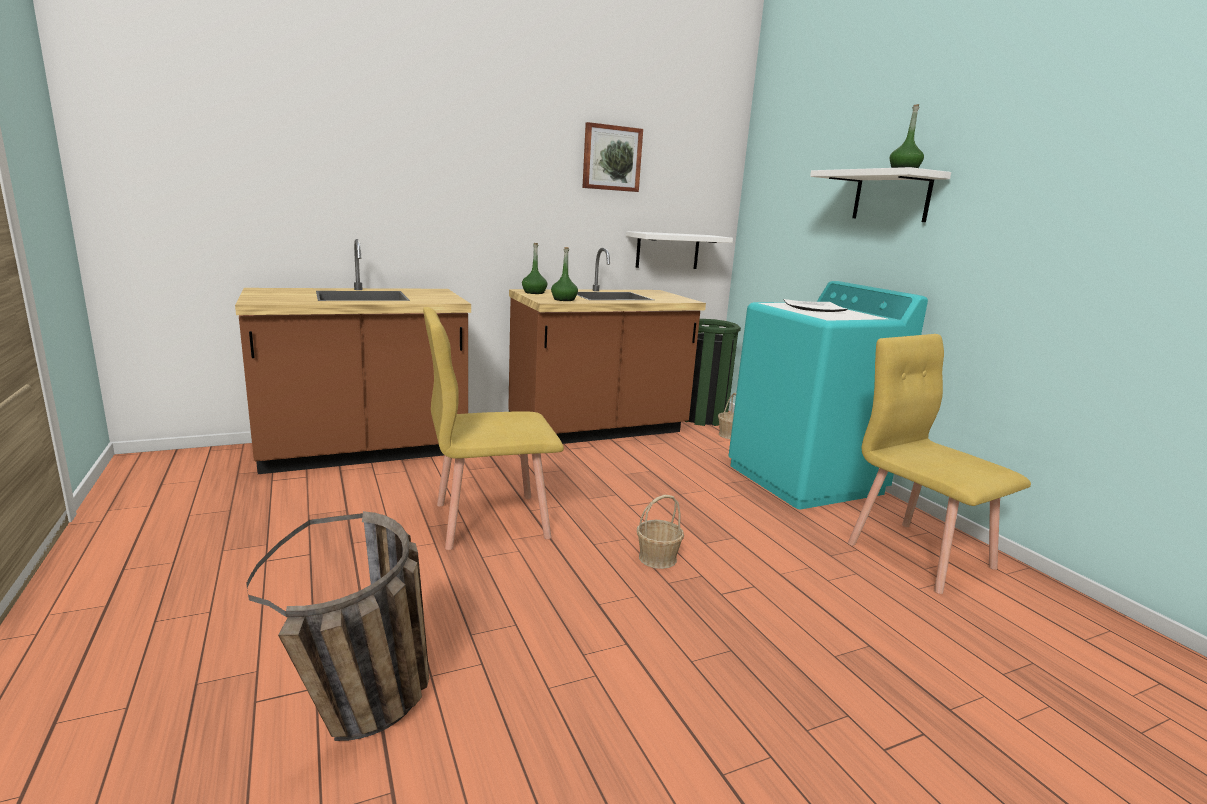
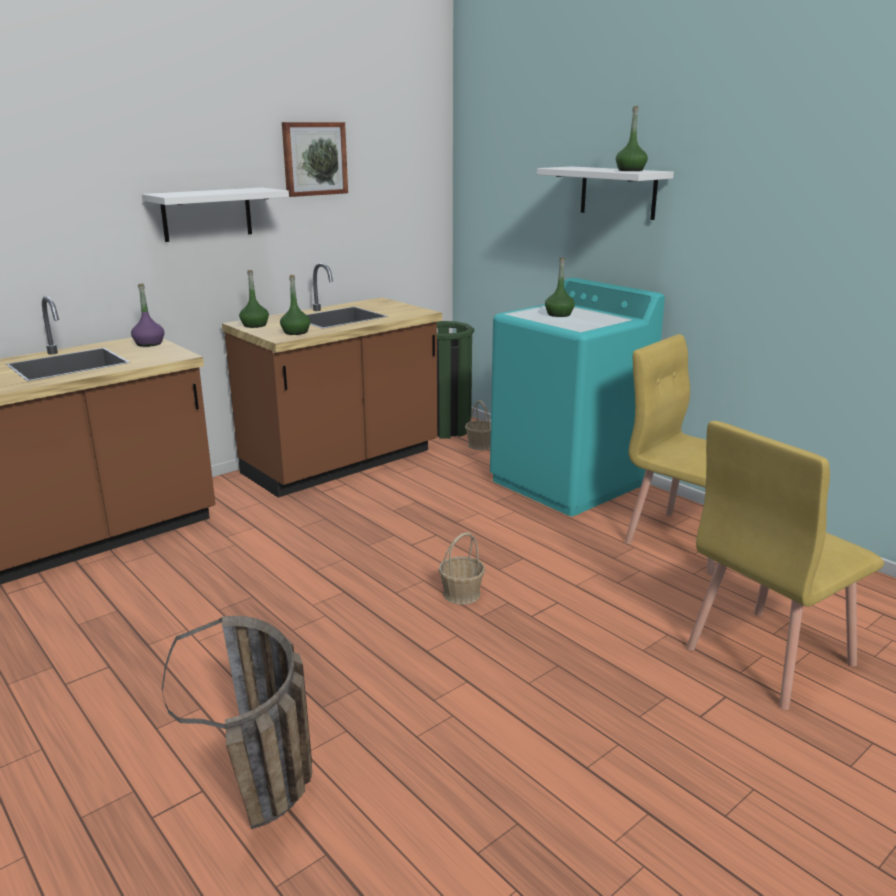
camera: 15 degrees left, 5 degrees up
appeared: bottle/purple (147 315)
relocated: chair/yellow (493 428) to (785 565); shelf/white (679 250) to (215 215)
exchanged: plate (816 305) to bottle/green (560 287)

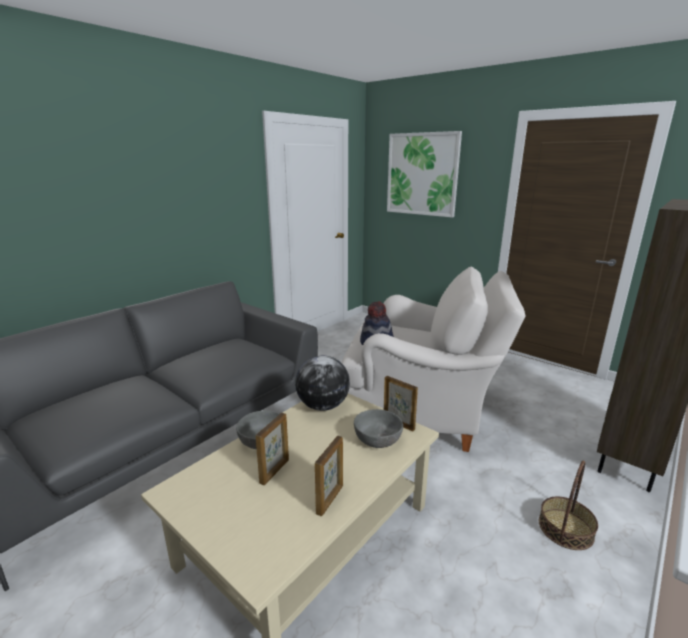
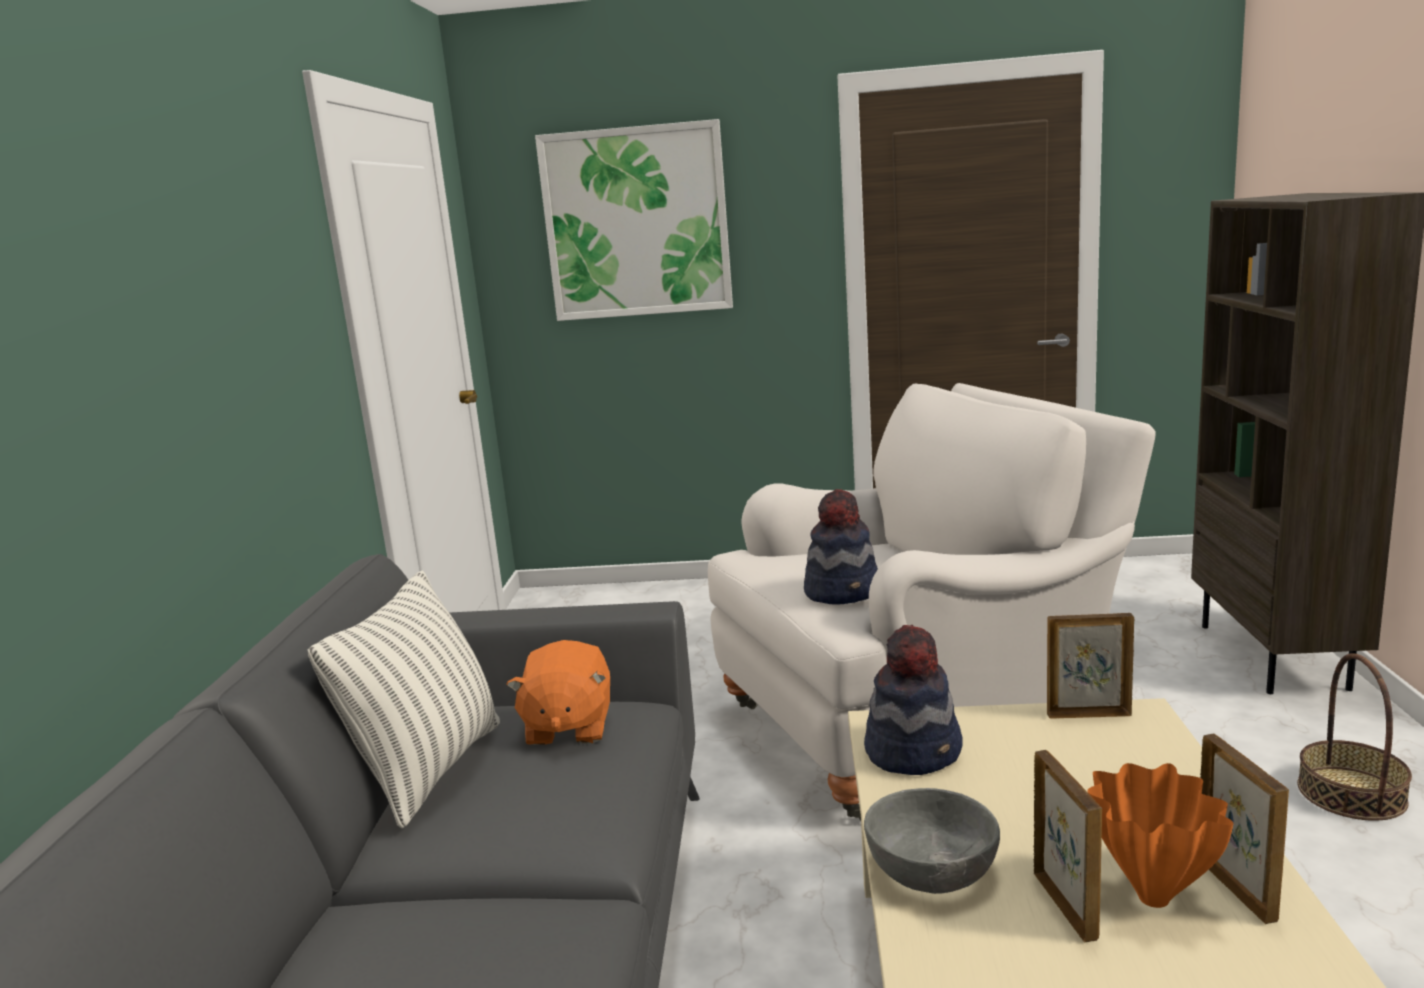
camera: 35 degrees left, 5 degrees down
missing: bowl/grey (378 428)
appeared: pillow (403 699); plush toy/orange (558 692); vase/orange (1160 835)
exchanged: globe (322 383) to hat (913 700)

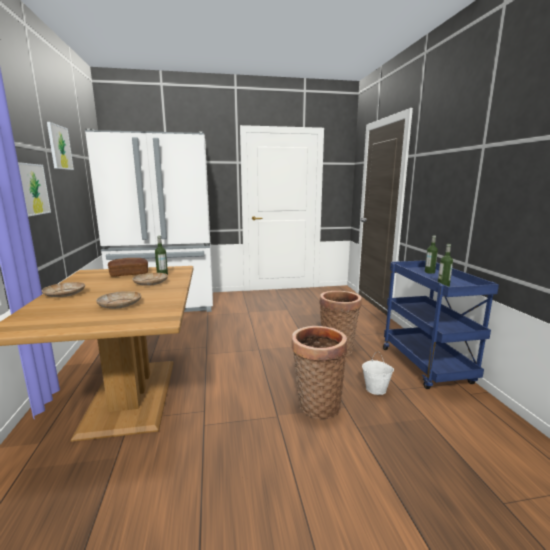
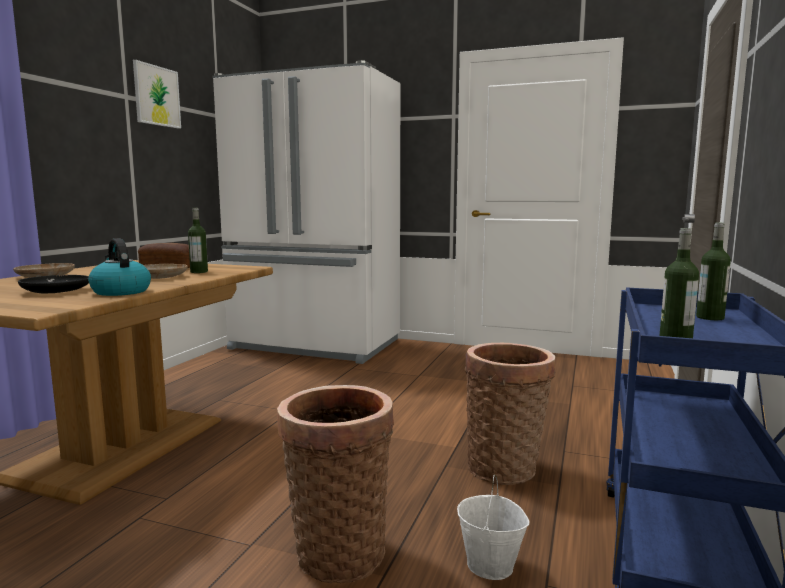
camera: 30 degrees right, 5 degrees down
missing: picture (34 189)
appeared: kettle (119 267)
colour: plate/beige (118 300) to plate/black (53 284)

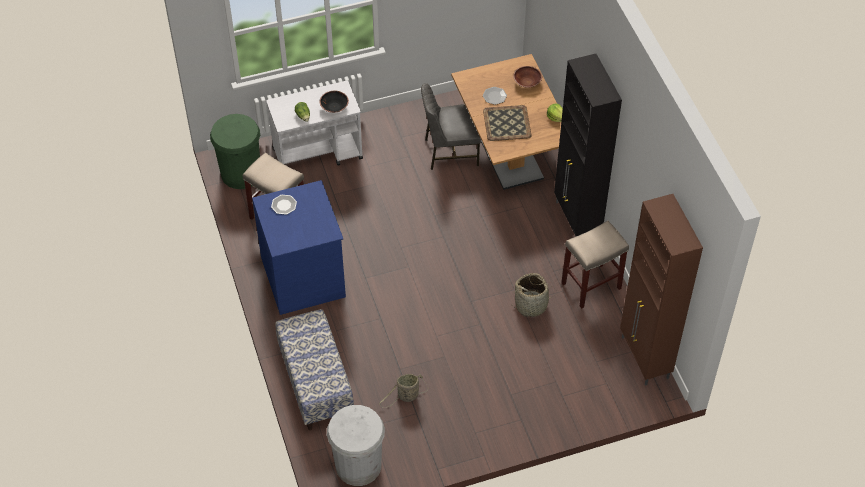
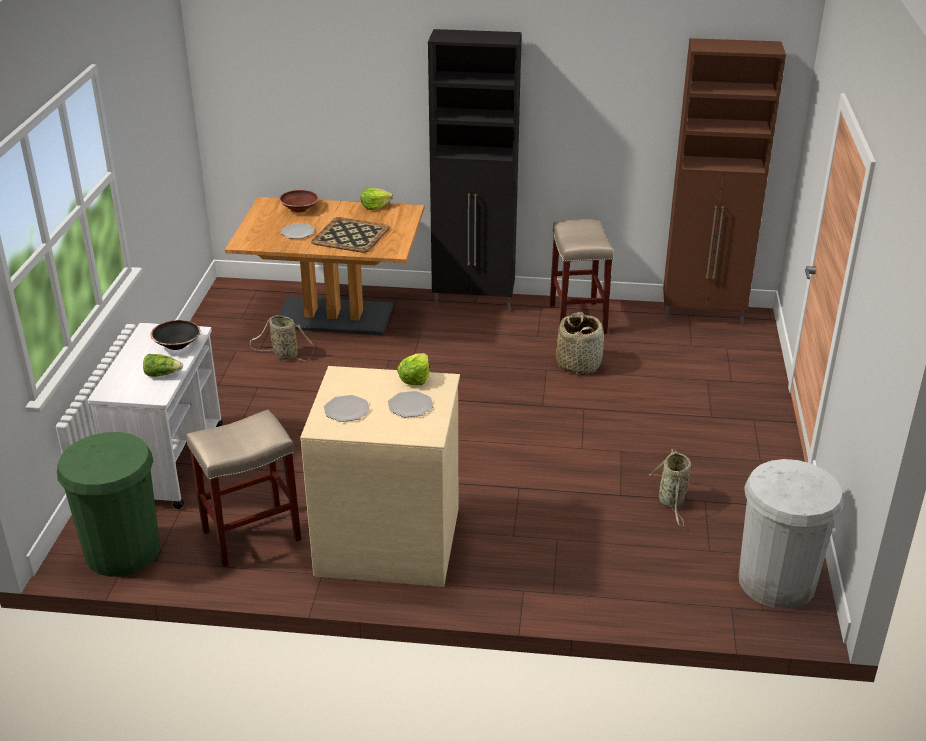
camera: 65 degrees left, 20 degrees down
missing: bench (314 369)
appeared: plate (410 404); lettuce (413 369)
exchanged: chair/grey (451 126) to basket (282 338)
colour: dresser/blue (299 247) to dresser/beige (380 476)

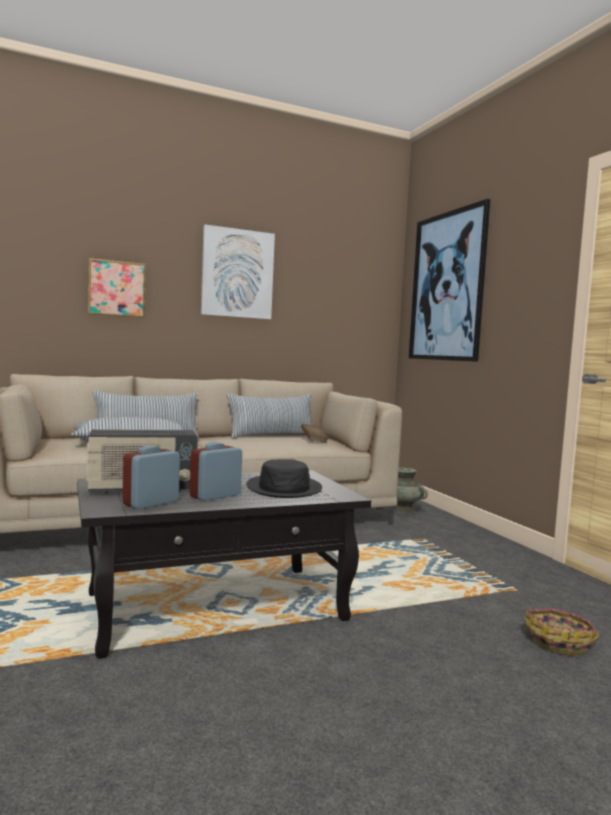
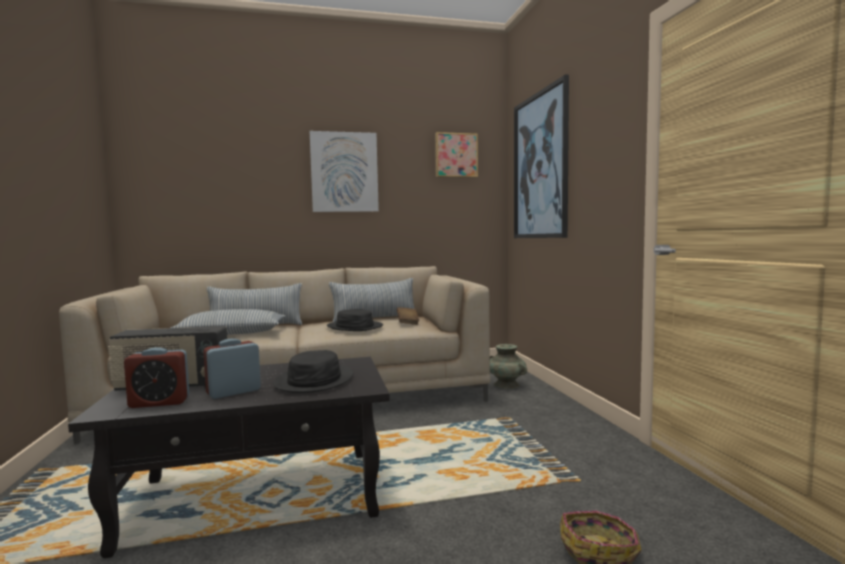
camera: 10 degrees right, 0 degrees up
appeared: hat/black (355 320)
relocated: picture (117 288) to (456 155)
spun: alarm clock (151 477) = (156 377) 150 degrees counterclockwise

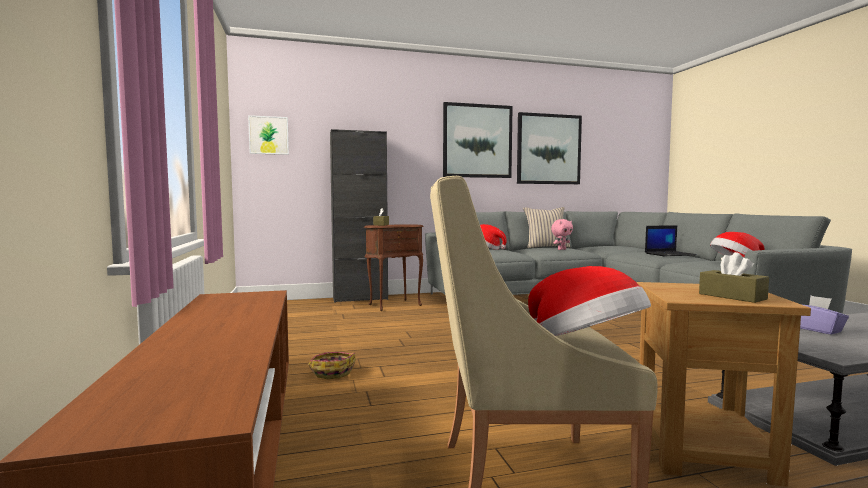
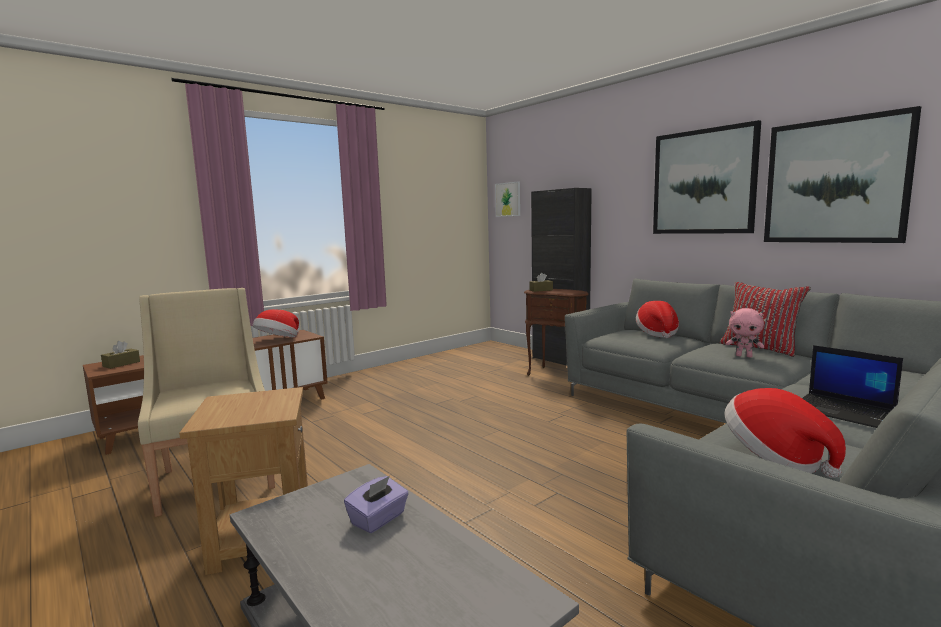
camera: 65 degrees right, 5 degrees up
missing: basket (331 365)
relocated: hat (589 301) to (275 323); tissue box/brown (734 277) to (120 355)
colour: pillow/beige (546 227) to pillow/red (765 319)

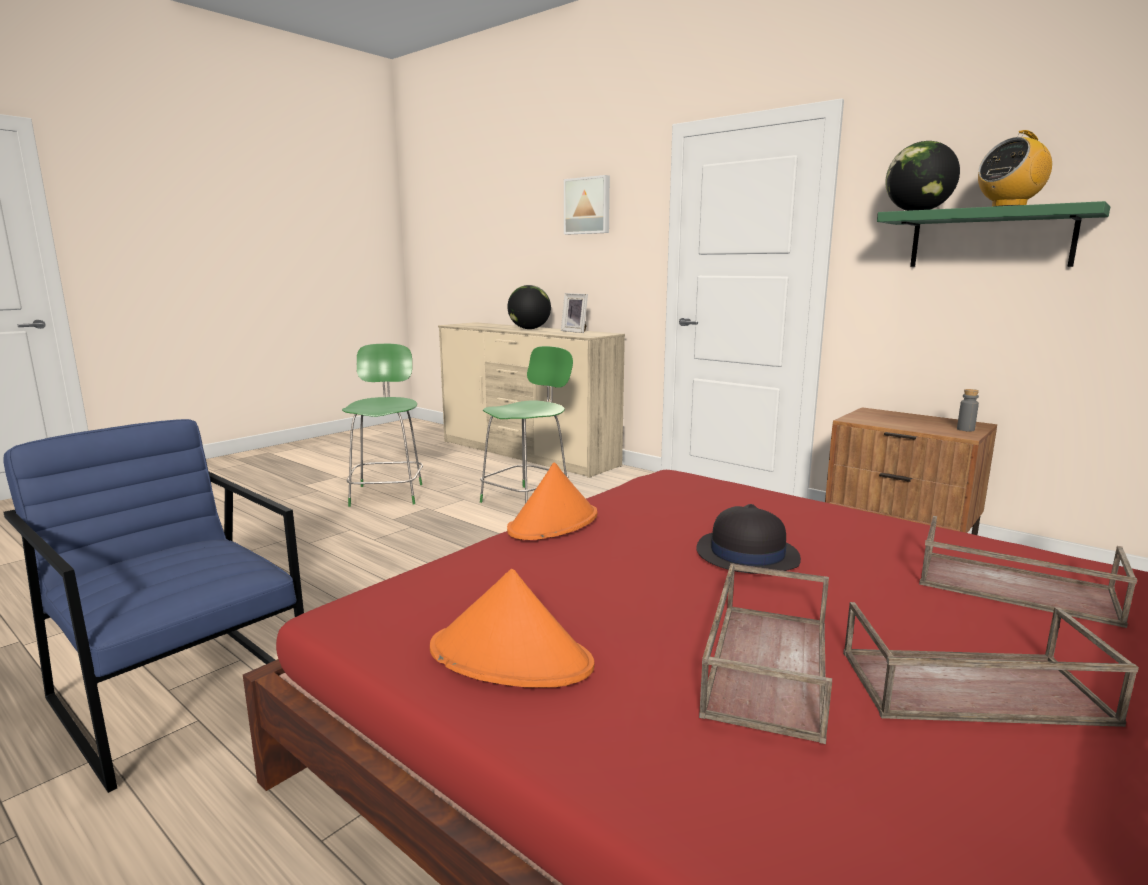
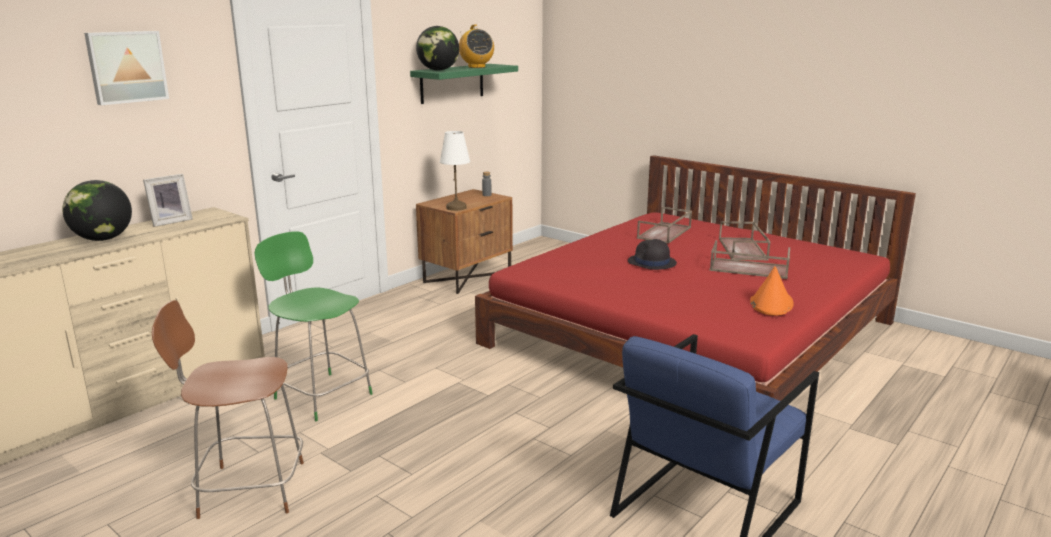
camera: 90 degrees left, 5 degrees up
missing: hat/orange (552 501)
appeared: table lamp/white (455 171)
colour: chair/green (382 425) to chair/brown (228 409)

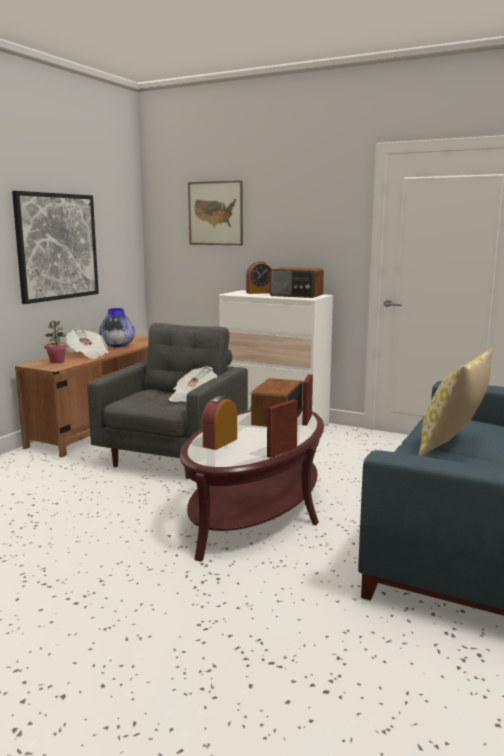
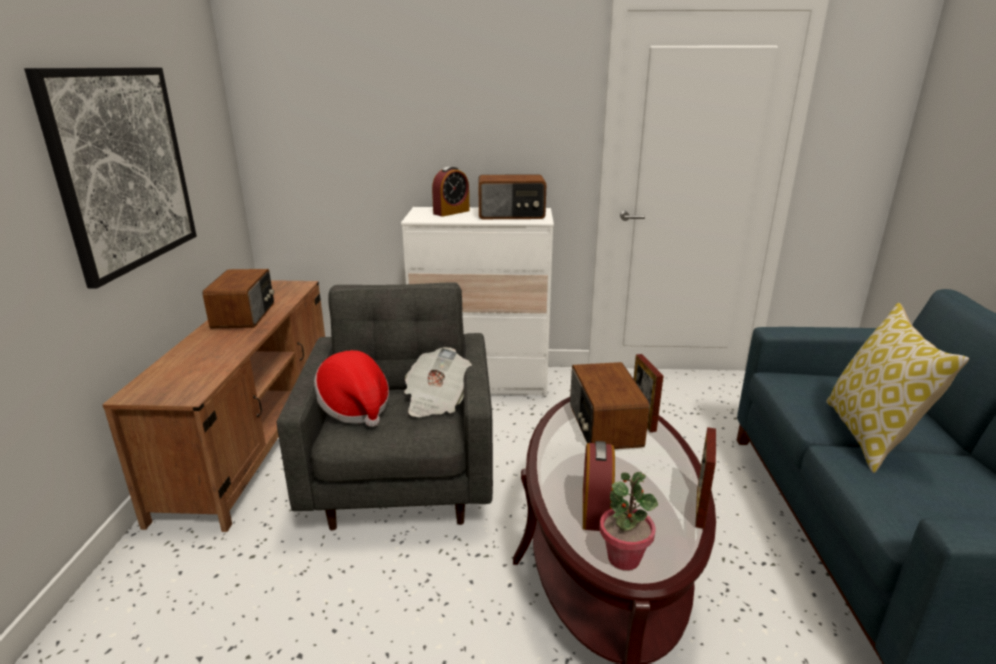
camera: 25 degrees left, 10 degrees up
missing: newspaper (87 344); picture (215 212)
appeared: hat (351 388)
relocated: potted plant (56 341) to (628 521)
exchanged: vase (117 327) to radio (238 298)

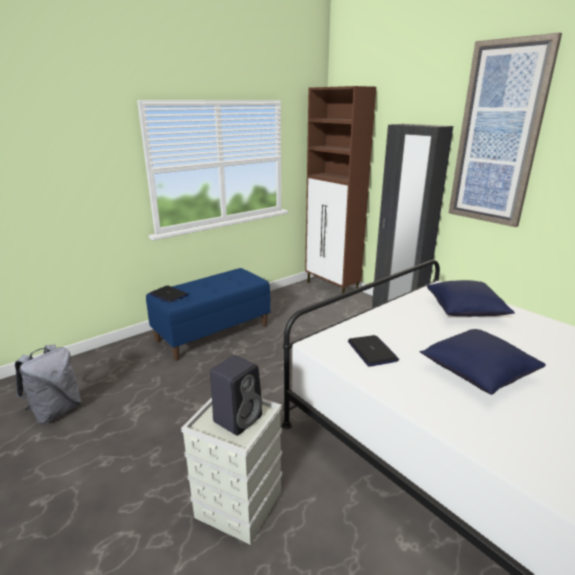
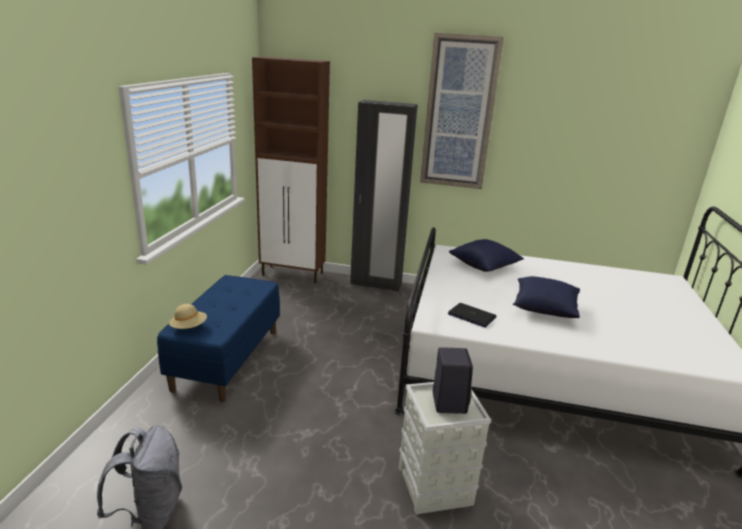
camera: 40 degrees left, 0 degrees up
exchanged: laptop (168 294) to hat/beige (188 316)

